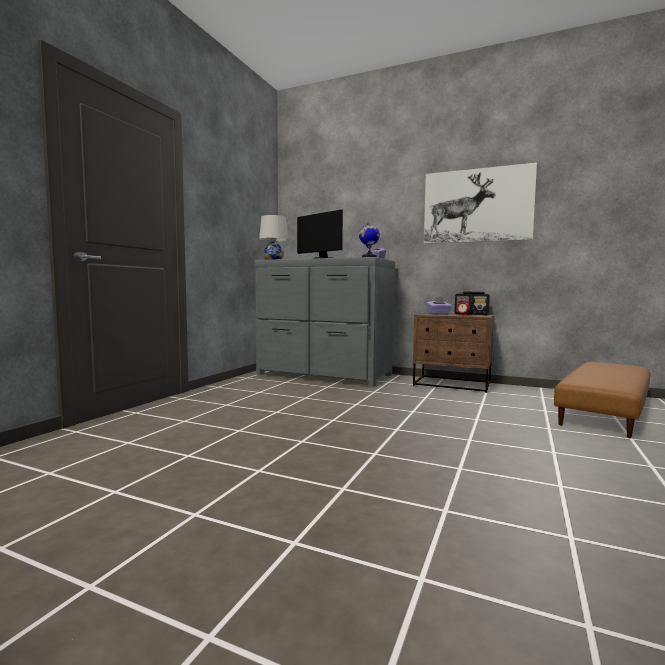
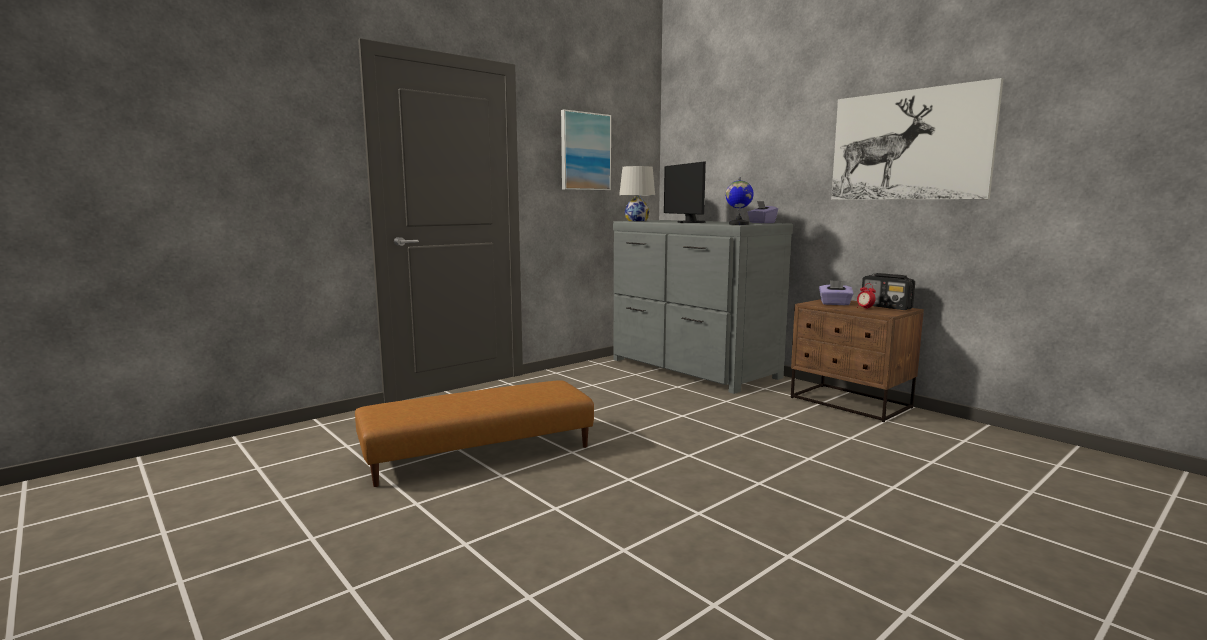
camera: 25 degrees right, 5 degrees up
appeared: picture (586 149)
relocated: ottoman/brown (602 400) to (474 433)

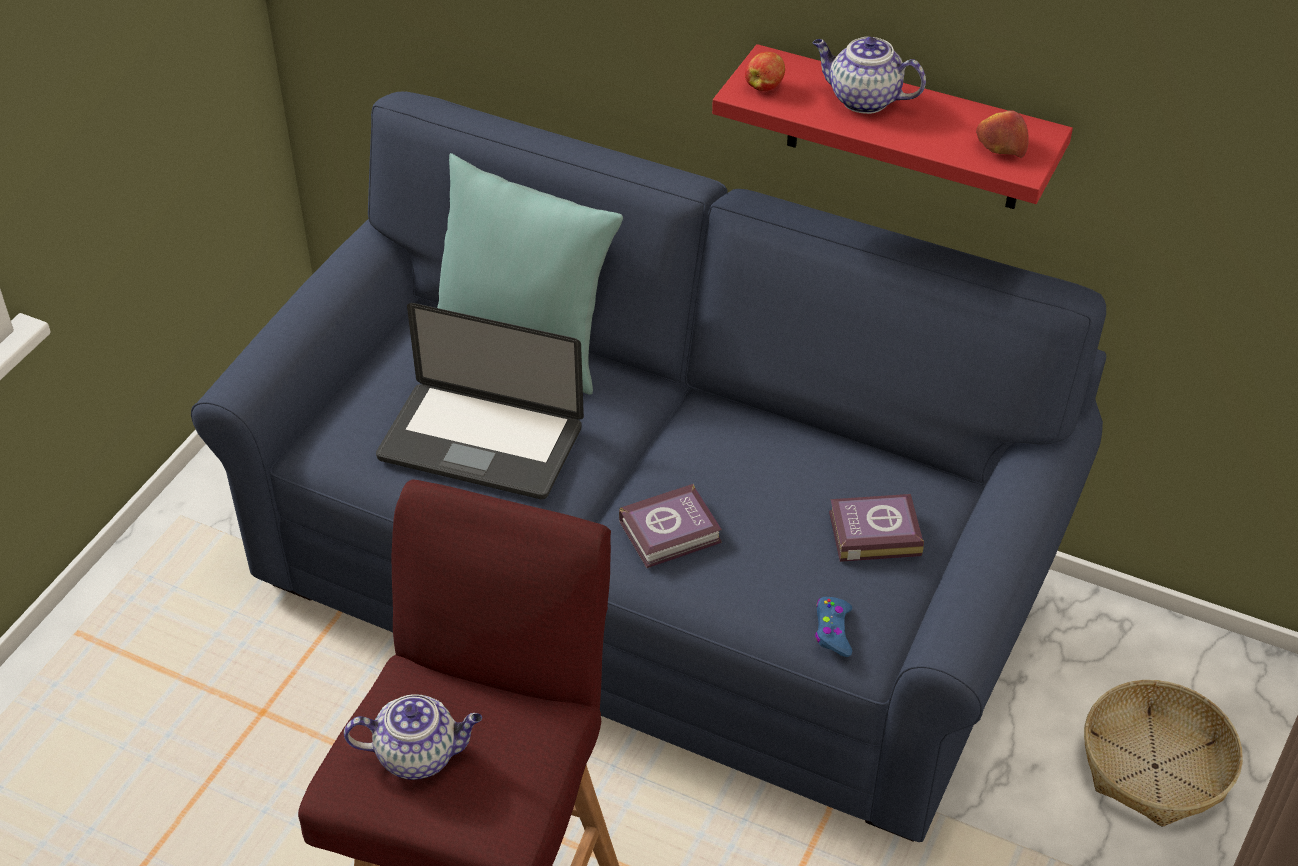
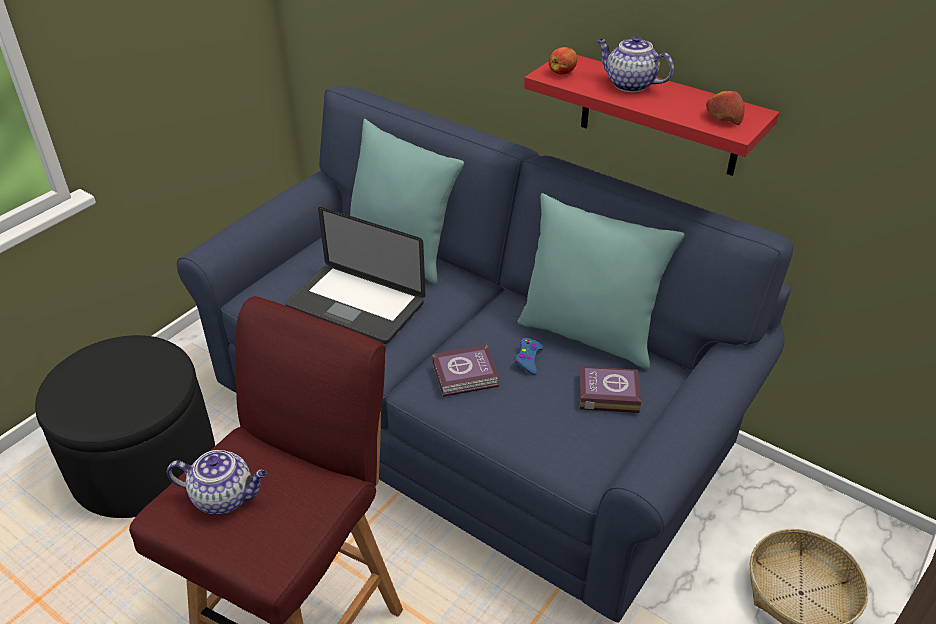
camera: 10 degrees right, 5 degrees down
appeared: ottoman/black (125 426); pillow/turquoise (601 281)
relocated: game controller/blue (833 627) to (529 356)

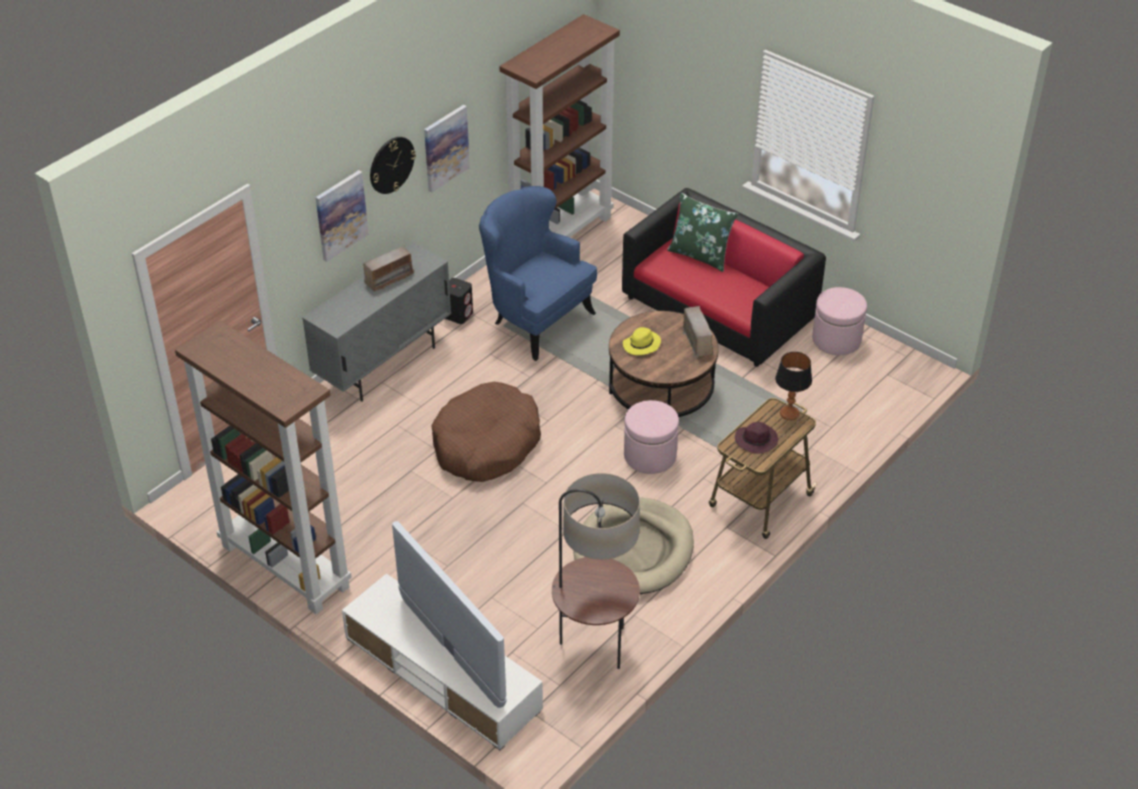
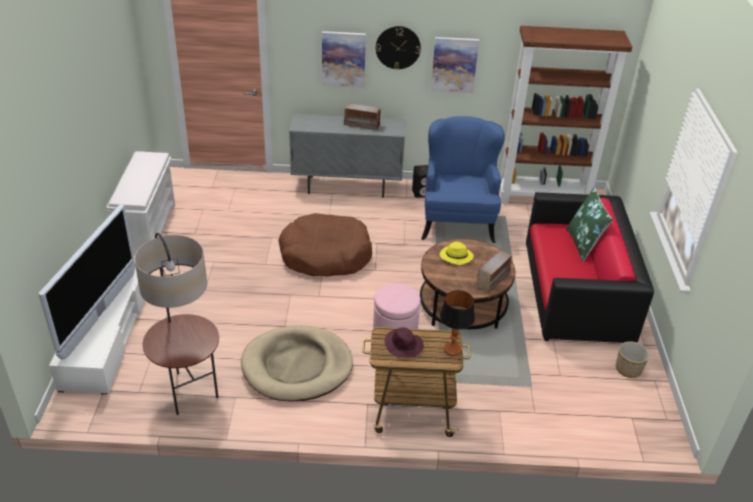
camera: 50 degrees right, 5 degrees down
exchanged: bookcase/brown (263 467) to bench/white (141 202); ottoman/pink (839 321) to planter (632 359)

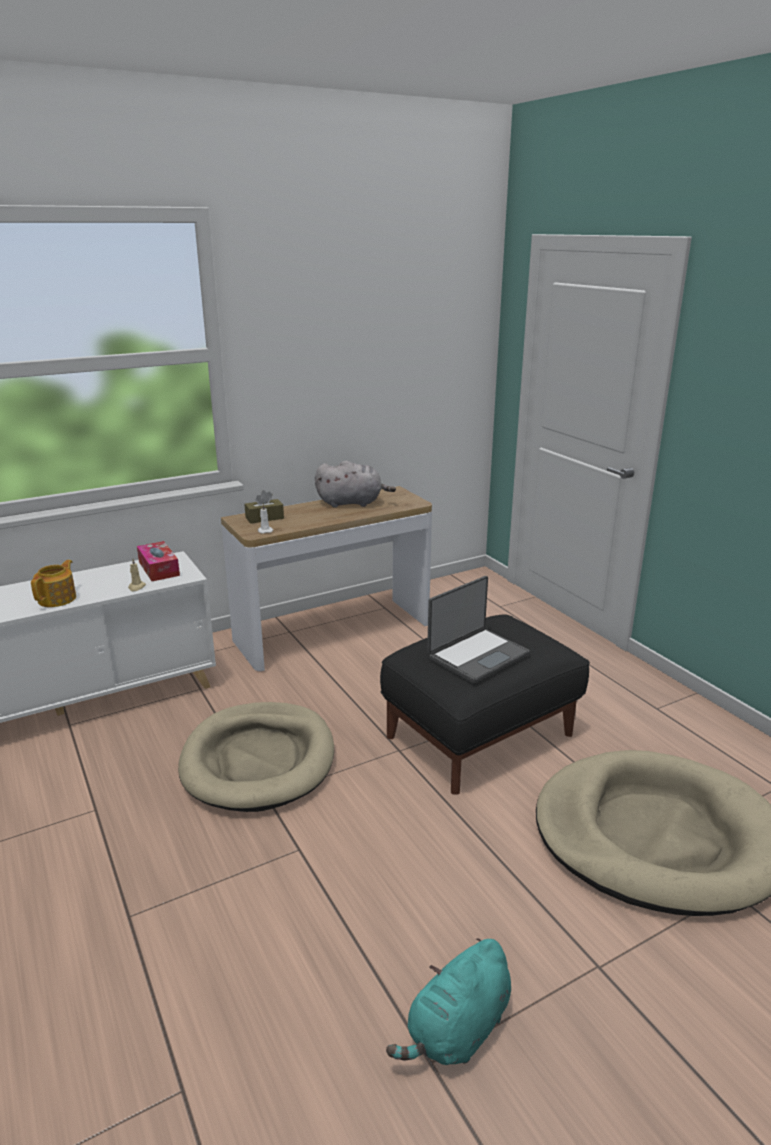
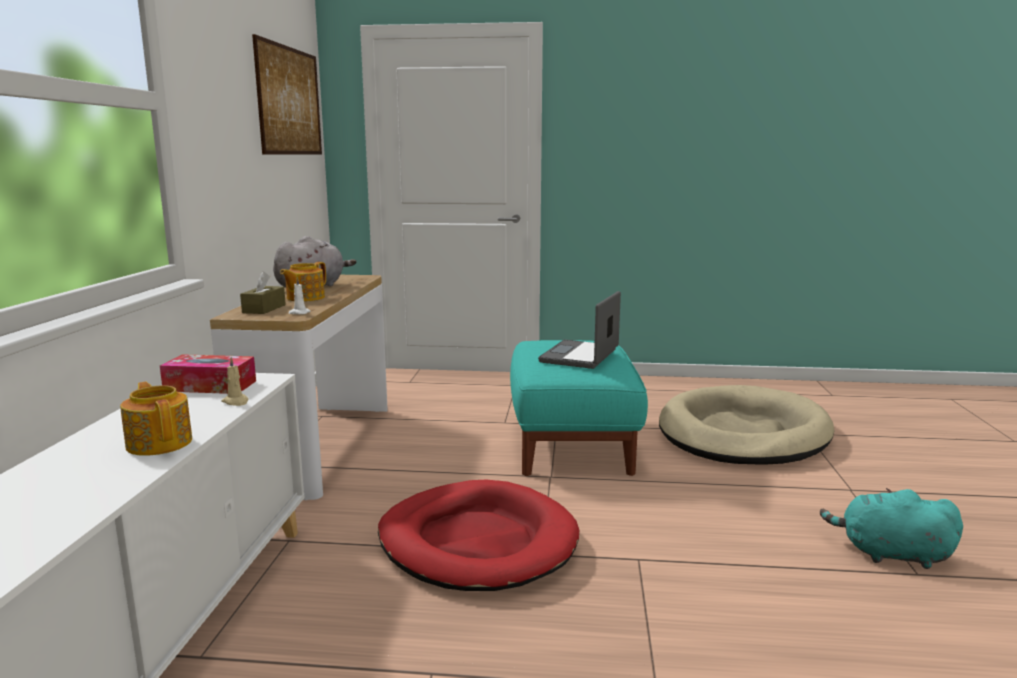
camera: 55 degrees left, 10 degrees down
appeared: picture (287 94); teapot (303 282)
colour: dog bed/beige (256 757) to dog bed/red (478 535); ottoman/black (485 704) to ottoman/turquoise (579 408)
spun: plush toy/turquoise (448 1001) = (891 528) 120 degrees clockwise; laptop (478 629) = (579 330) 150 degrees counterclockwise

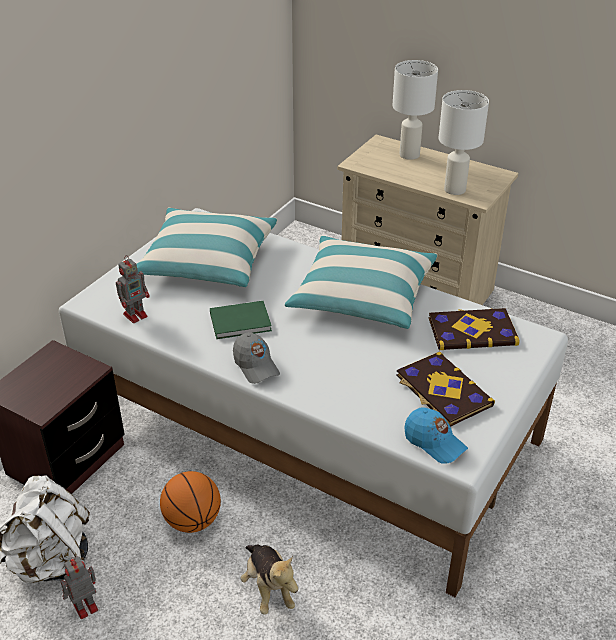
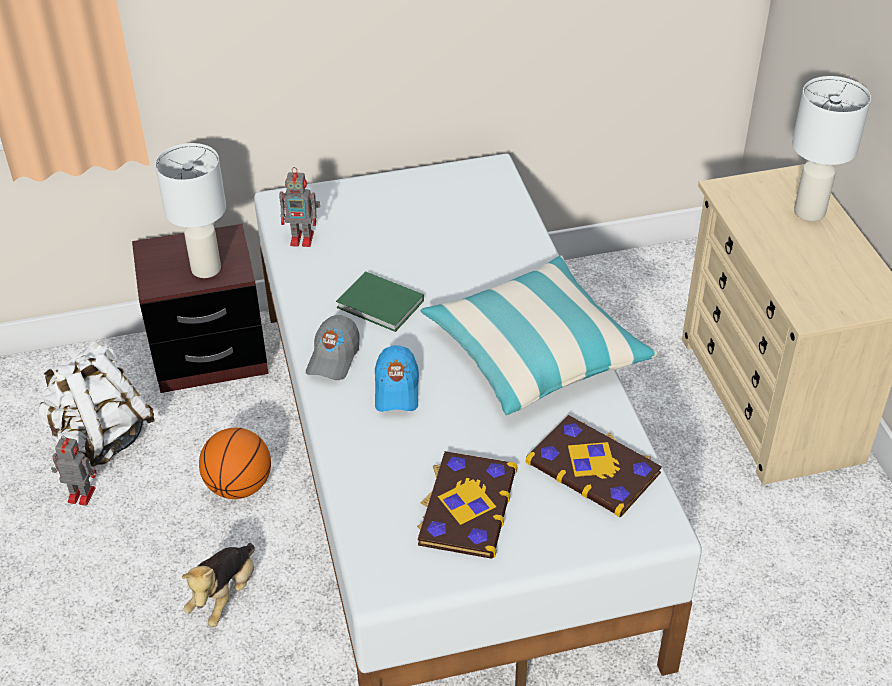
camera: 45 degrees right, 5 degrees up
missing: pillow (207 247)
relocated: cap/blue (436 435) to (397 378); table lamp/white (464 142) to (190 210)

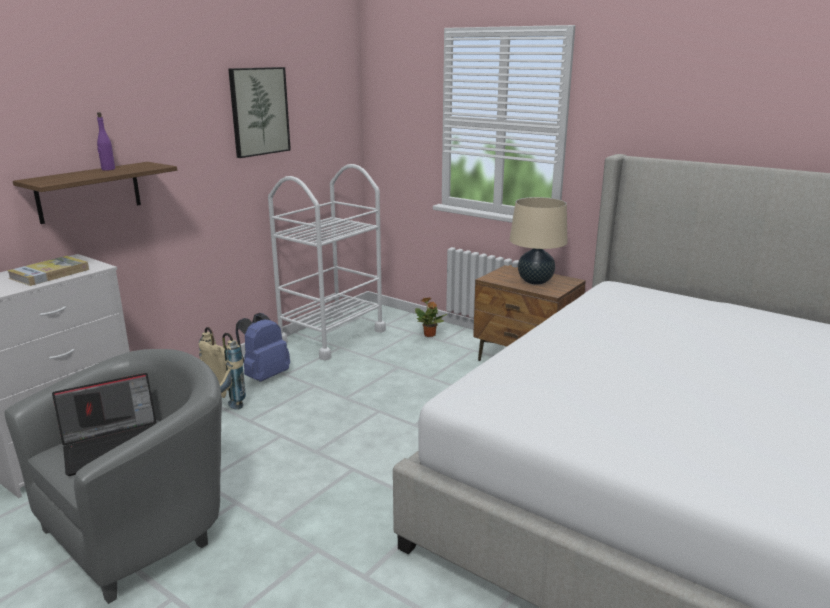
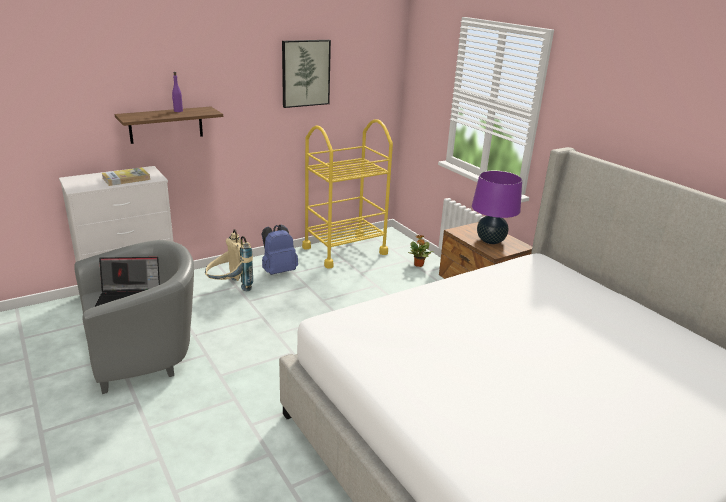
camera: 20 degrees right, 5 degrees up
colour: cart/white (327 262) to cart/yellow (347 194); table lamp/beige (539 241) to table lamp/purple (497 207)

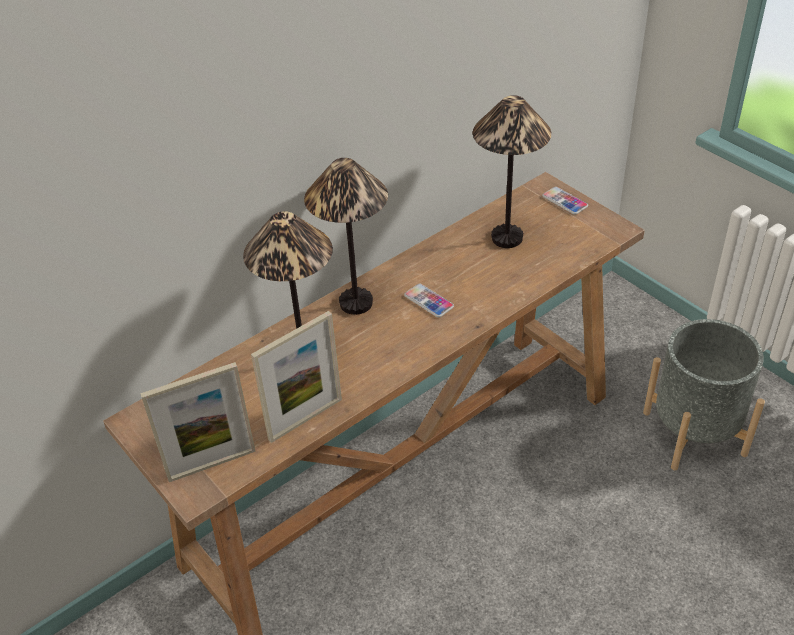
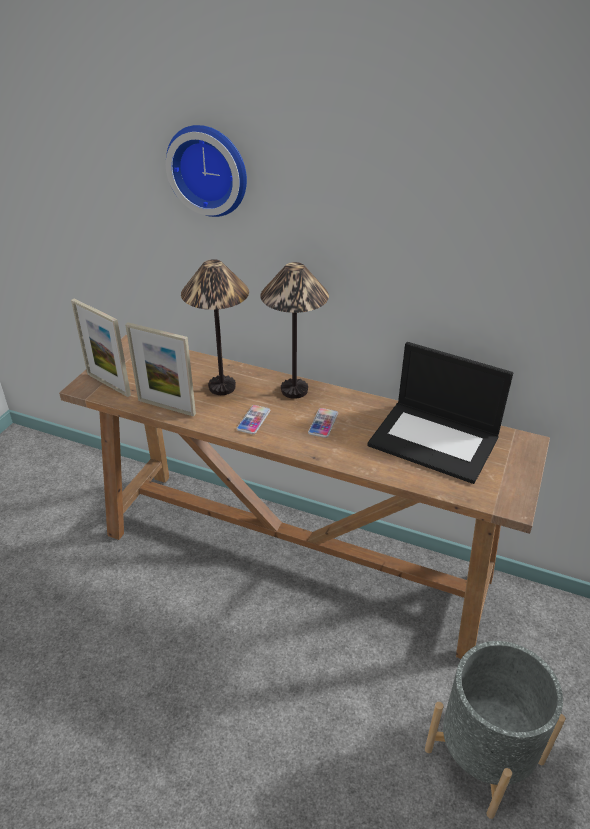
camera: 60 degrees right, 5 degrees down
appeared: wall clock (206 171)
relocated: phone (565 201) to (253 419)
exchanged: table lamp (512 171) to laptop (440 413)

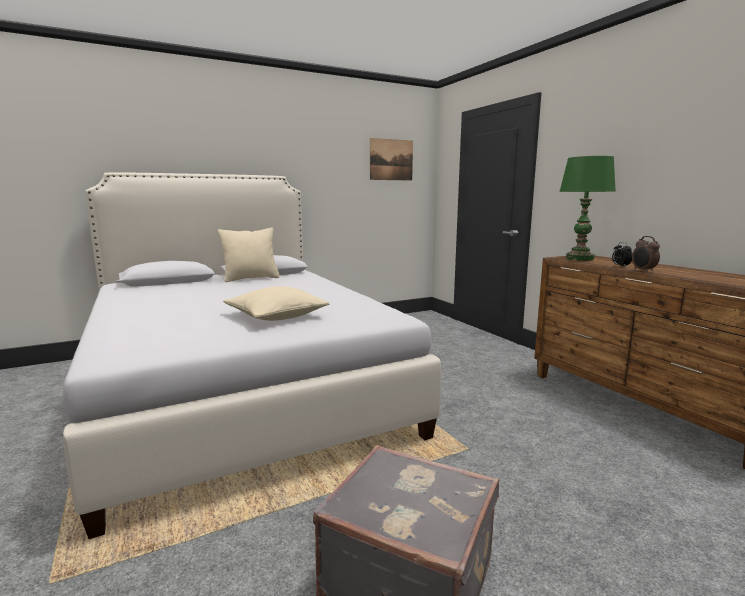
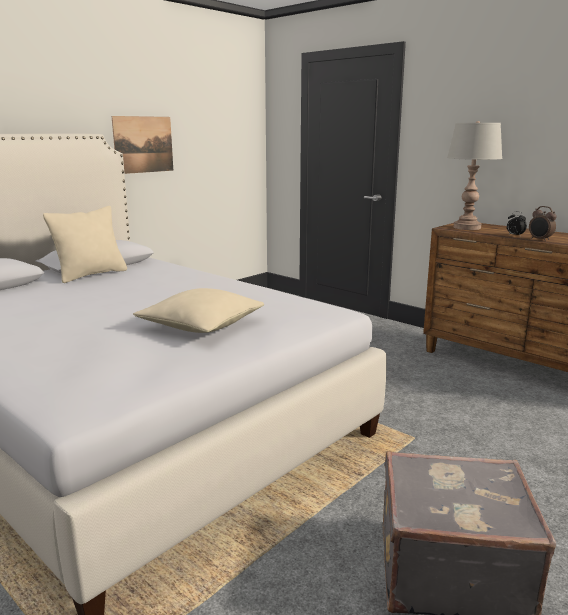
camera: 20 degrees left, 5 degrees up
relocated: picture (391 159) to (142 145)
colour: table lamp/green (587 208) to table lamp/grey (474 175)

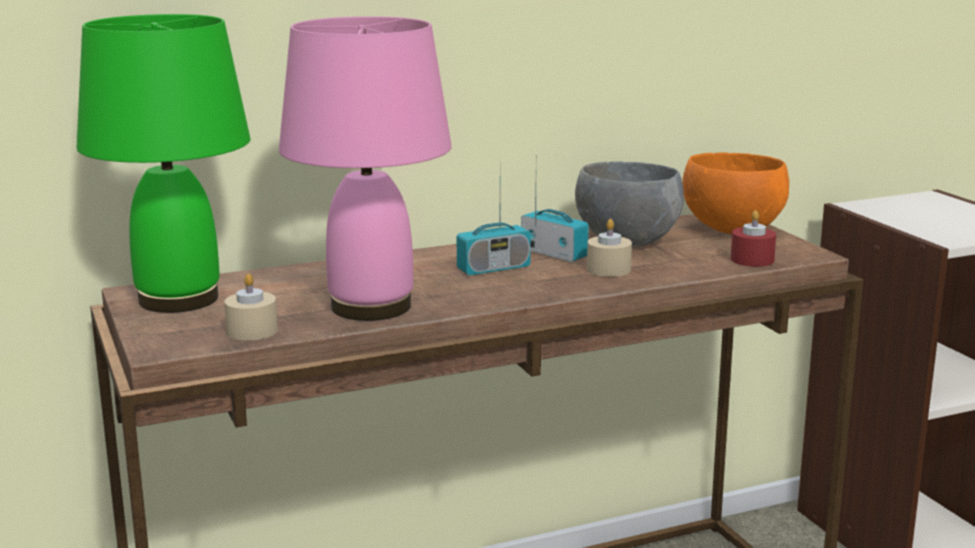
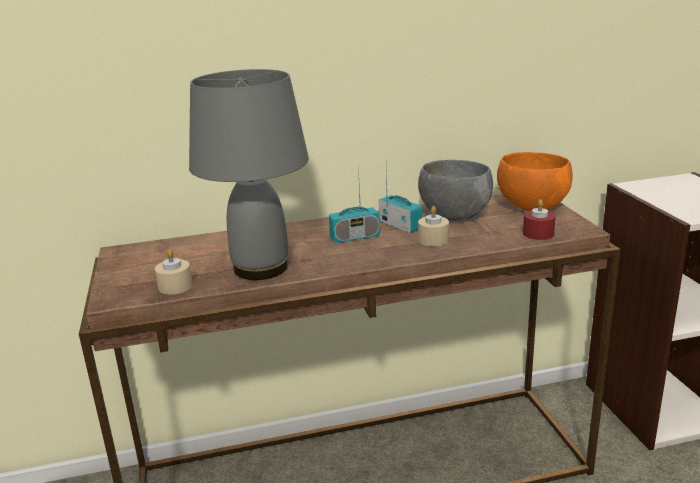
camera: 10 degrees right, 5 degrees up
missing: table lamp/green (164 163)
colour: table lamp/pink (365 168) to table lamp/grey (249 174)

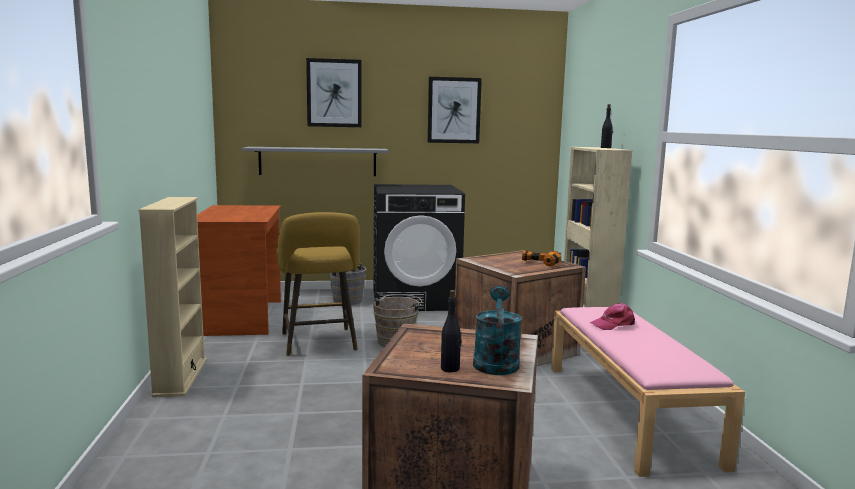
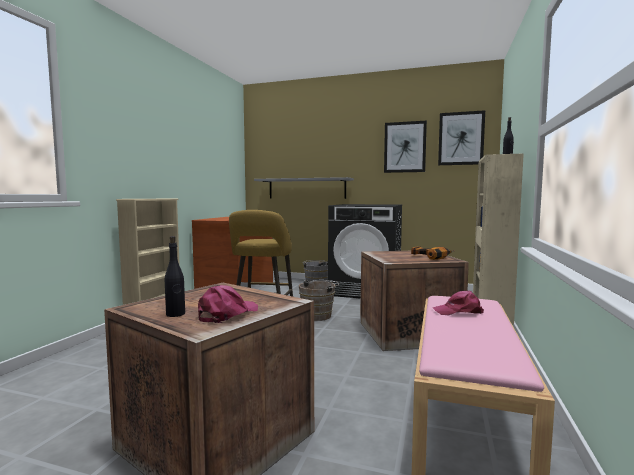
camera: 25 degrees right, 5 degrees down
relocated: picture (334 92) to (461 137)
exchanged: watering can/turquoise (497 330) to cap/pink (228 304)

